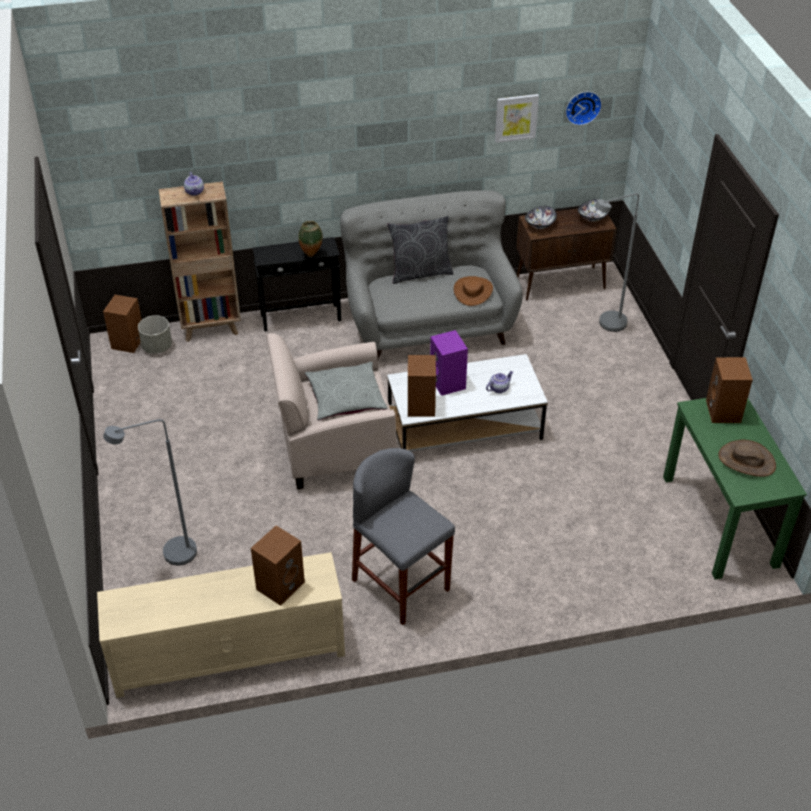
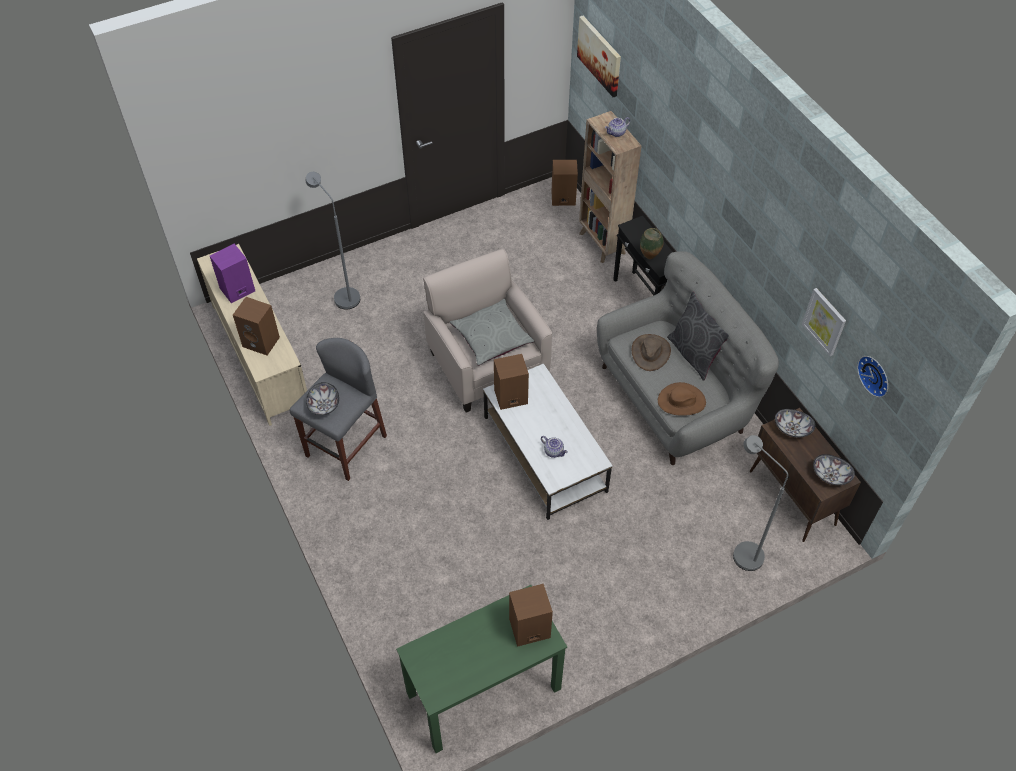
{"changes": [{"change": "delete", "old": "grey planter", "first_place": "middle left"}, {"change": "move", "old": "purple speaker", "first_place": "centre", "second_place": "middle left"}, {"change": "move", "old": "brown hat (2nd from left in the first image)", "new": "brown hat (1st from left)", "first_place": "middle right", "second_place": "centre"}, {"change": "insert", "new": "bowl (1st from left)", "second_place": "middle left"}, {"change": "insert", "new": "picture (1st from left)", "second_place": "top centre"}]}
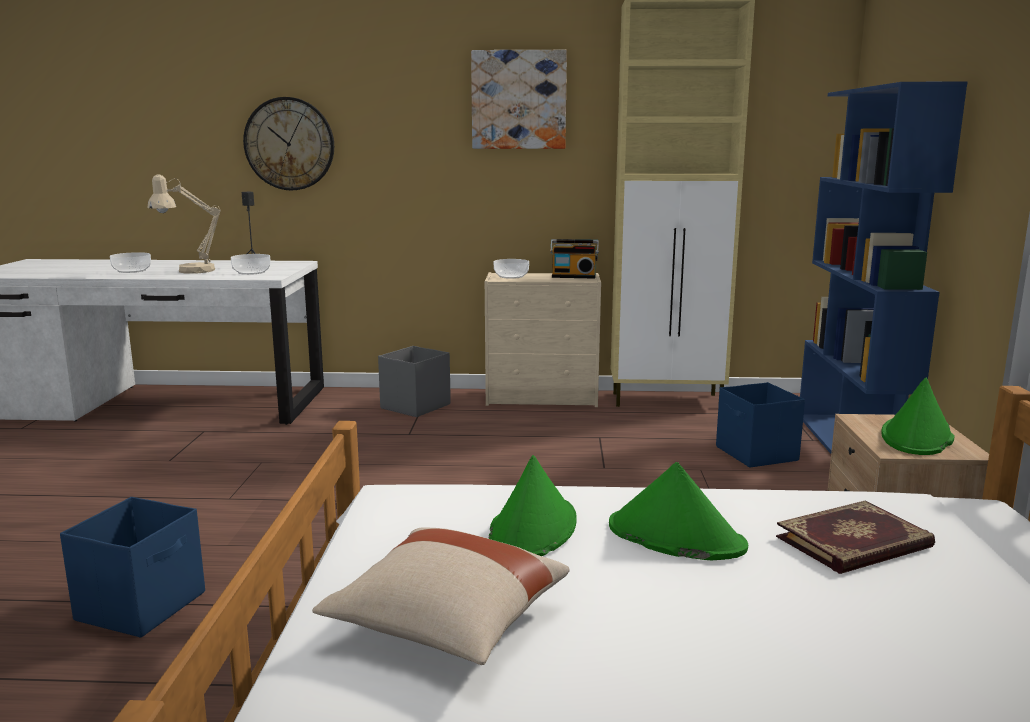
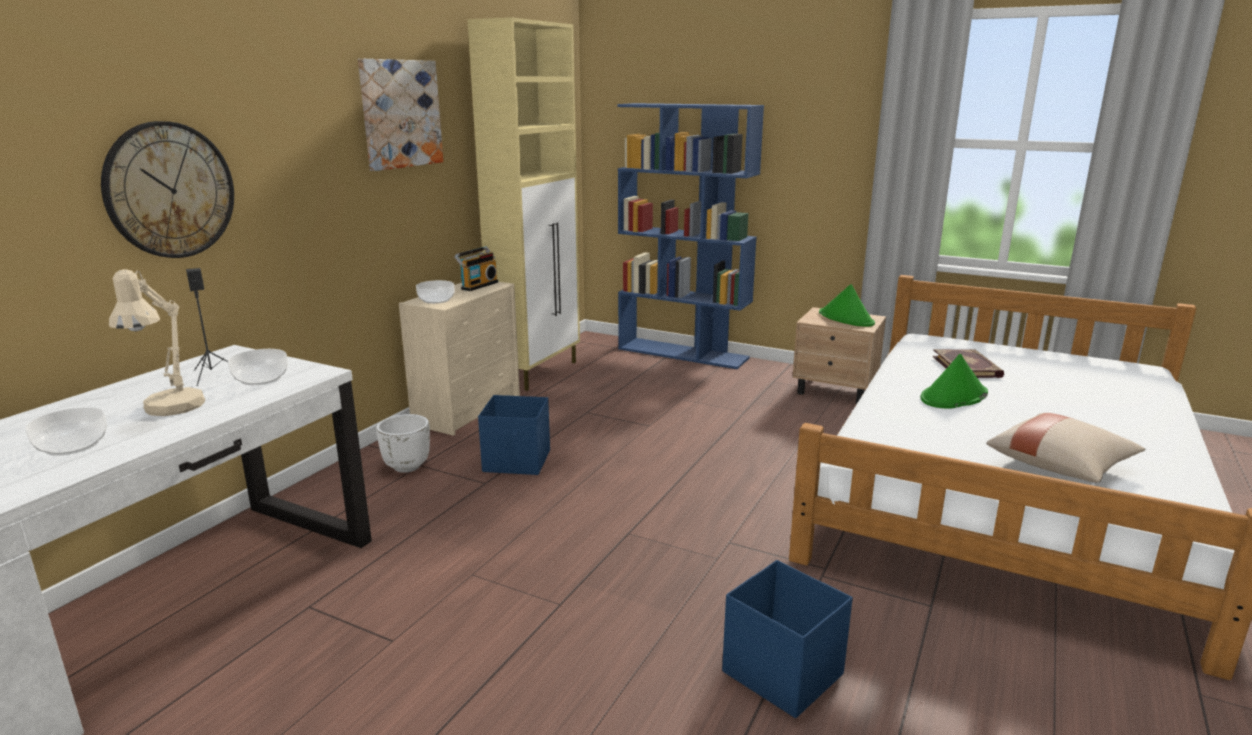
{"changes": [{"change": "replace", "old": "grey storage box", "new": "white planter", "first_place": "centre", "second_place": "middle left"}, {"change": "delete", "old": "green hat (1st from left)", "first_place": "bottom centre"}, {"change": "move", "old": "blue storage box (2nd from left in the first image)", "new": "blue storage box (1st from left)", "first_place": "middle right", "second_place": "centre"}]}
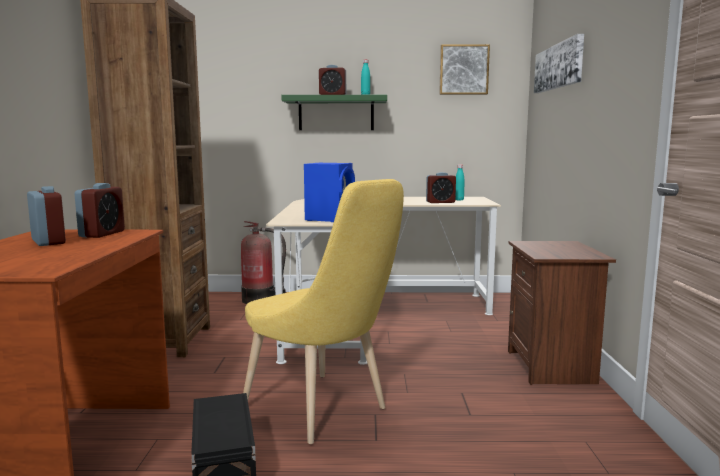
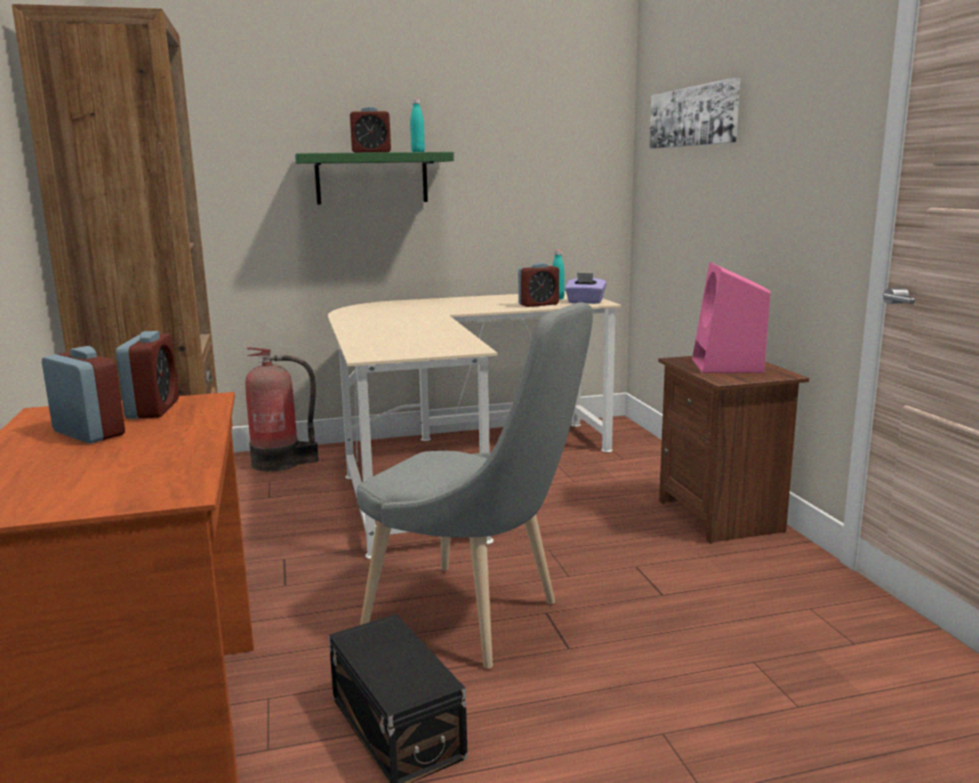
{"changes": [{"change": "recolor", "old": "yellow chair", "new": "grey chair", "first_place": "centre", "second_place": "centre"}, {"change": "delete", "old": "blue speaker", "first_place": "centre"}, {"change": "delete", "old": "picture (1st from left)", "first_place": "top centre"}, {"change": "insert", "new": "purple tissue box", "second_place": "centre"}, {"change": "insert", "new": "pink speaker", "second_place": "middle right"}]}
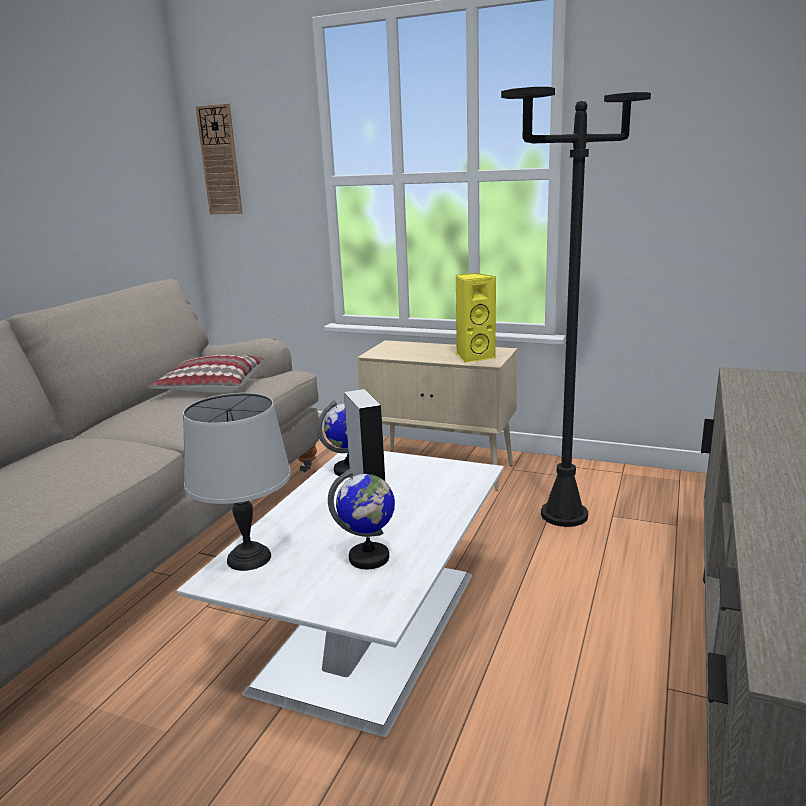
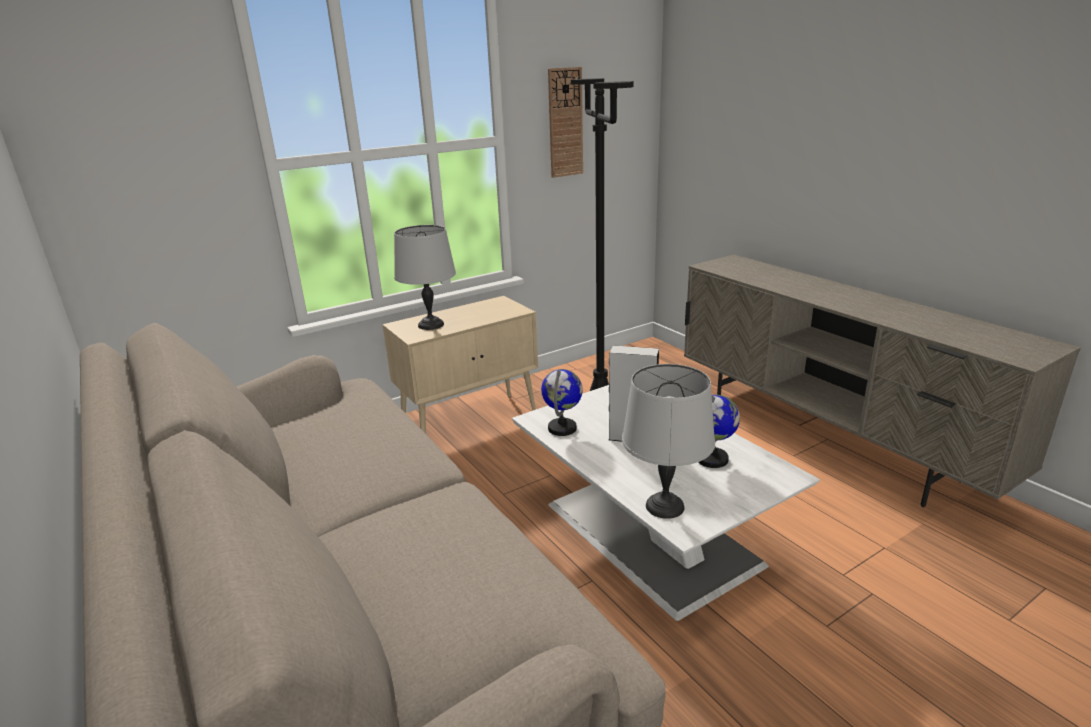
{"changes": [{"change": "delete", "old": "pillow", "first_place": "middle left"}, {"change": "move", "old": "wall clock", "first_place": "top left", "second_place": "top centre"}, {"change": "delete", "old": "yellow speaker", "first_place": "centre"}, {"change": "insert", "new": "grey table lamp (1st from left)", "second_place": "centre"}]}
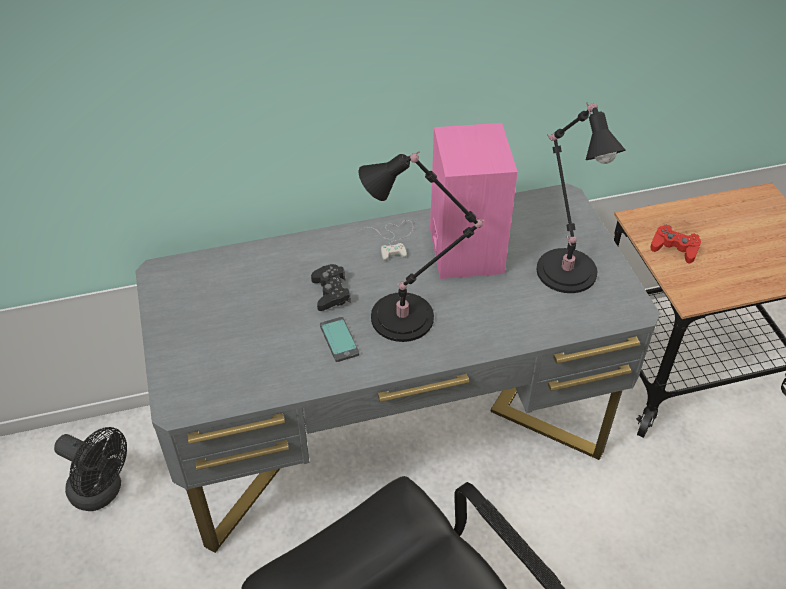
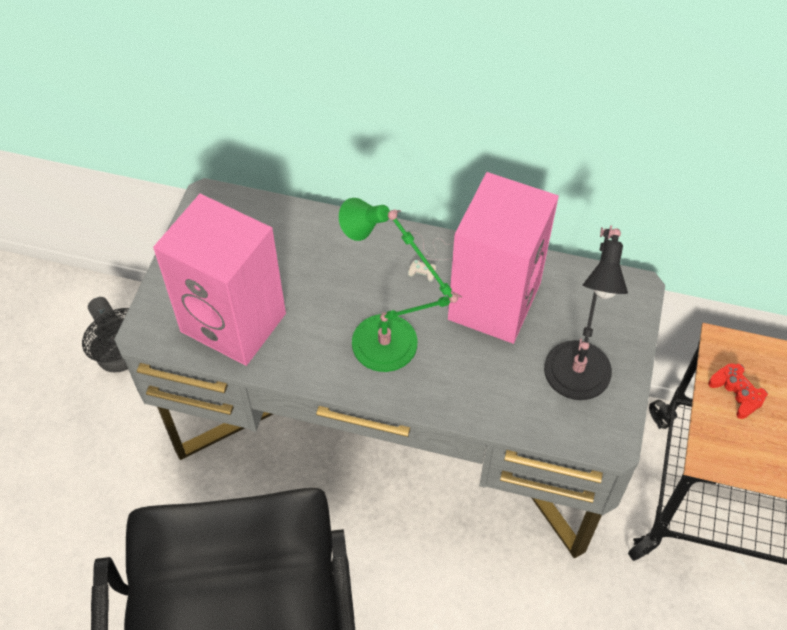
{"changes": [{"change": "delete", "old": "black game controller", "first_place": "centre"}, {"change": "delete", "old": "phone", "first_place": "centre"}, {"change": "recolor", "old": "black table lamp (1st from left)", "new": "green table lamp", "first_place": "centre", "second_place": "centre"}, {"change": "insert", "new": "pink speaker (1st from left)", "second_place": "middle left"}]}
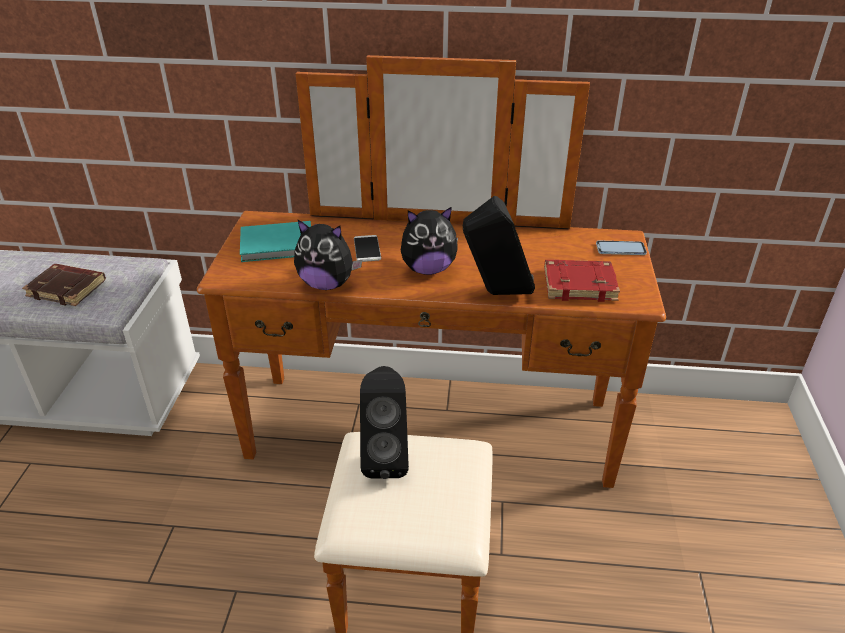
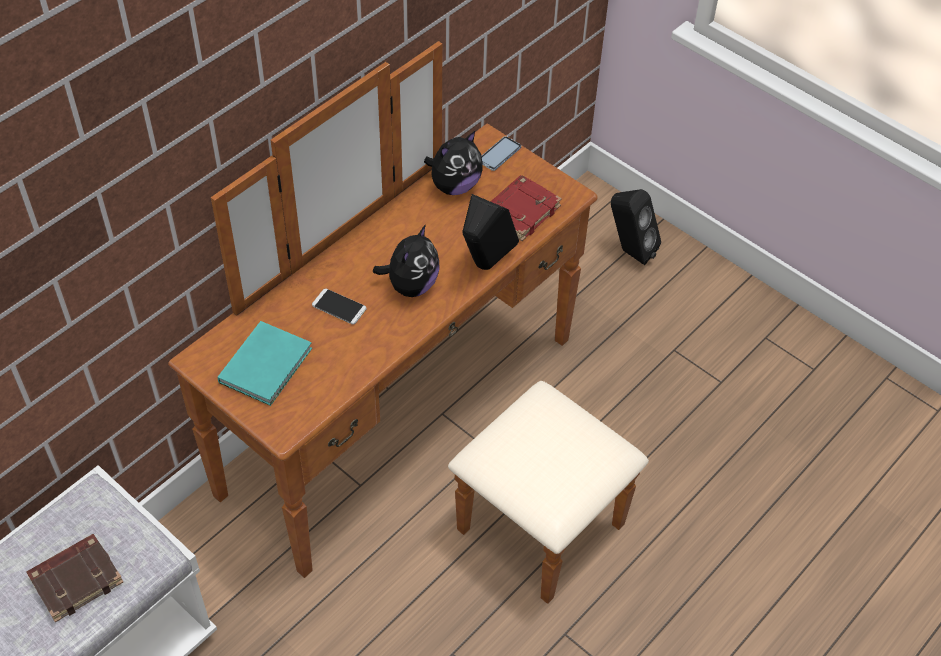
{"changes": [{"change": "move", "old": "plush toy (1st from left in the first image)", "new": "plush toy (2nd from left)", "first_place": "centre", "second_place": "top centre"}, {"change": "move", "old": "black speaker (1st from left in the first image)", "new": "black speaker (2nd from left)", "first_place": "bottom centre", "second_place": "middle right"}]}
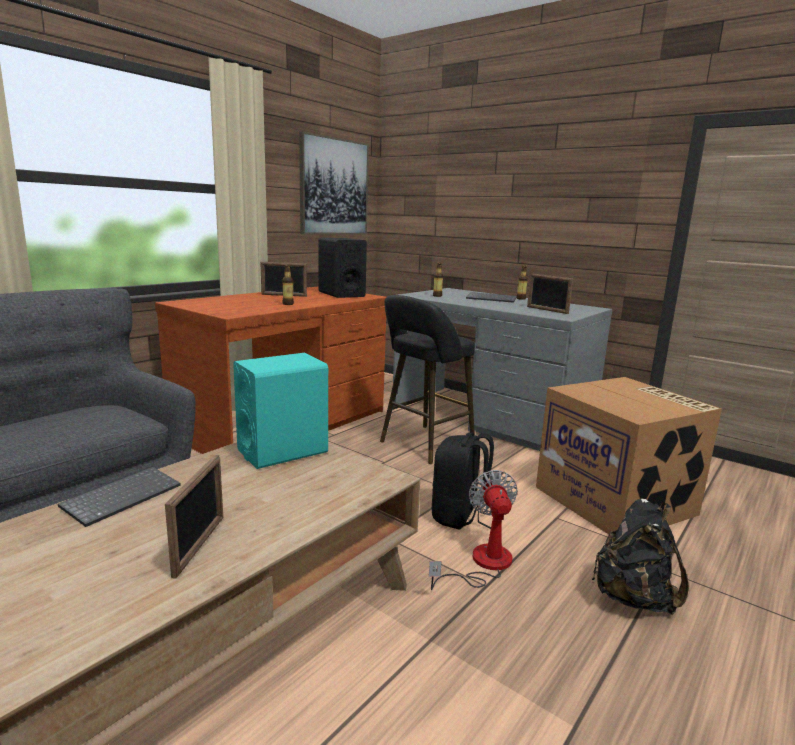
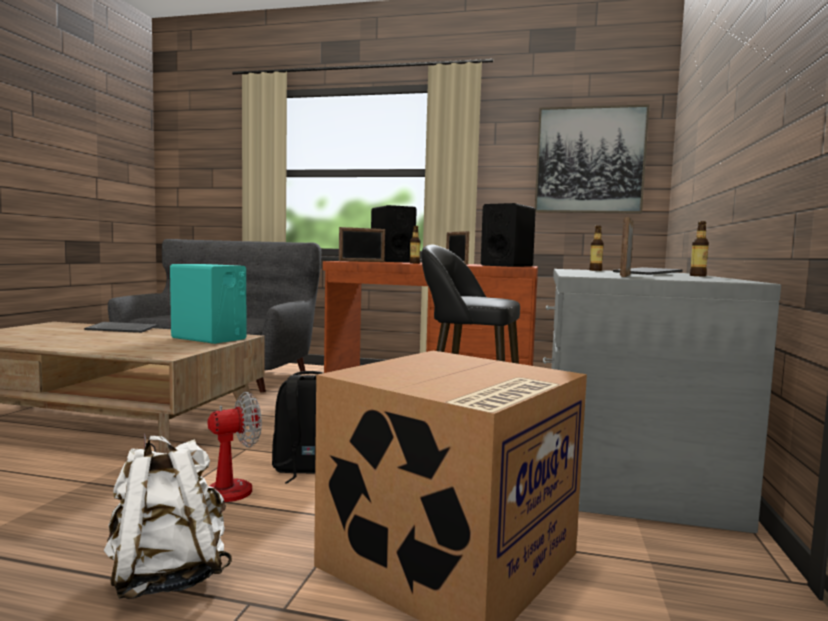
{"changes": [{"change": "move", "old": "picture frame (1st from left)", "first_place": "bottom left", "second_place": "centre"}, {"change": "recolor", "old": "black backpack (2nd from left)", "new": "white backpack", "first_place": "bottom right", "second_place": "bottom left"}, {"change": "insert", "new": "black speaker (1st from left)", "second_place": "centre"}]}
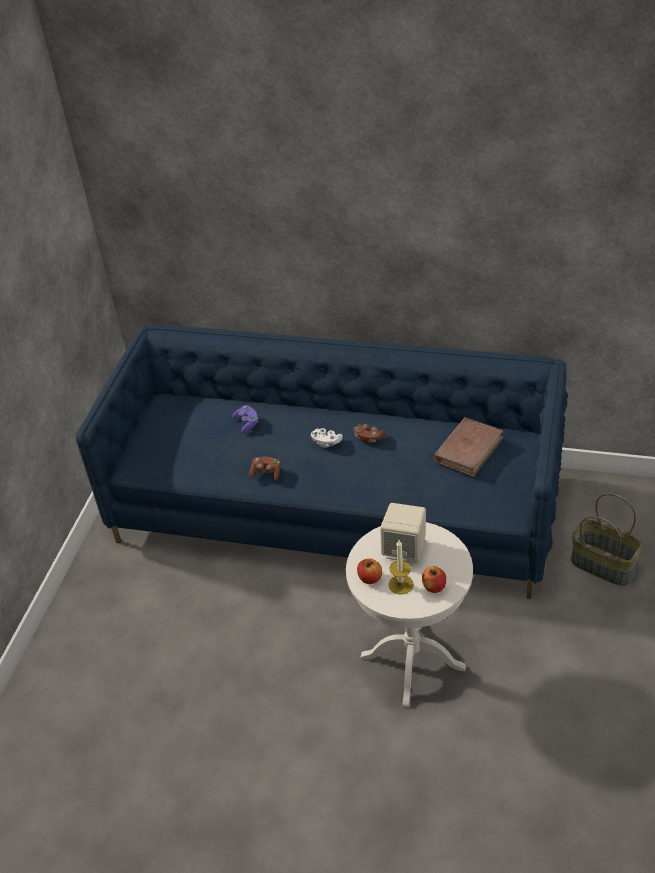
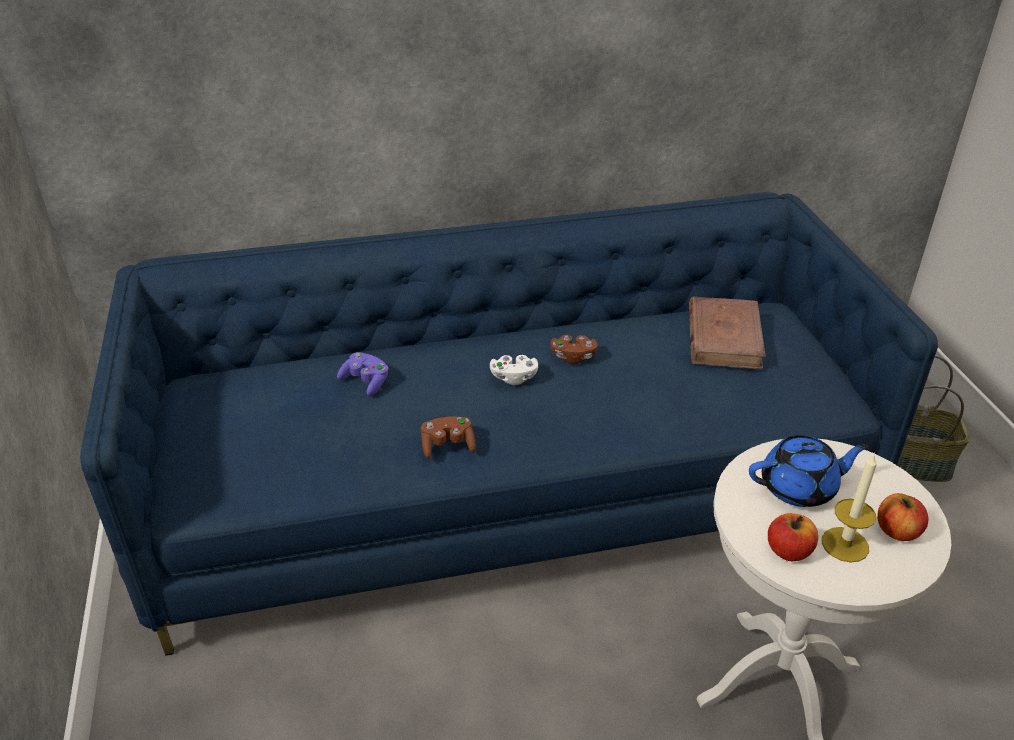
{"changes": [{"change": "replace", "old": "beige speaker", "new": "blue teapot", "first_place": "centre", "second_place": "middle right"}]}
